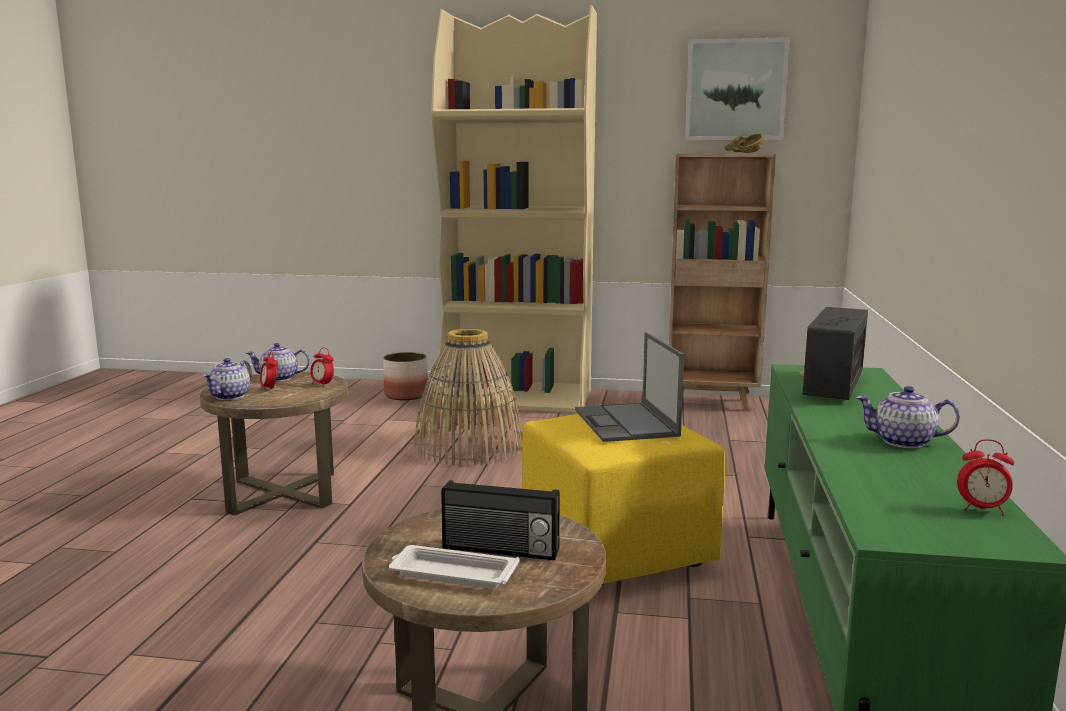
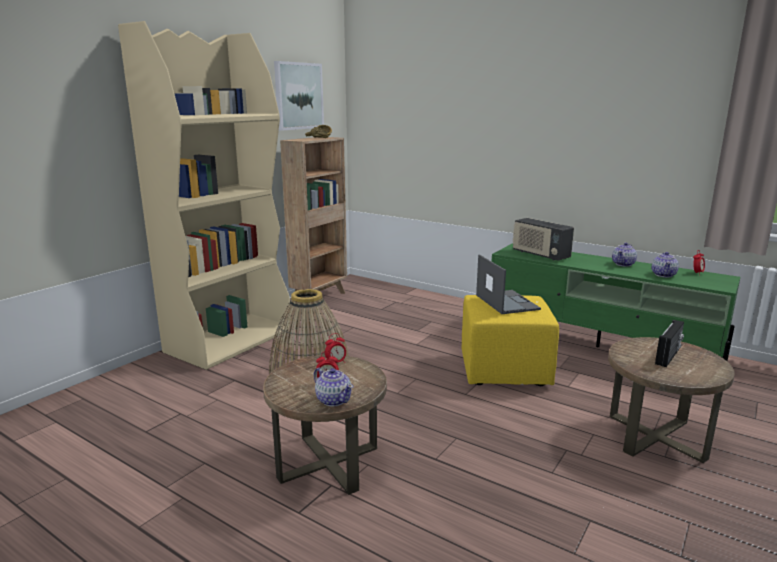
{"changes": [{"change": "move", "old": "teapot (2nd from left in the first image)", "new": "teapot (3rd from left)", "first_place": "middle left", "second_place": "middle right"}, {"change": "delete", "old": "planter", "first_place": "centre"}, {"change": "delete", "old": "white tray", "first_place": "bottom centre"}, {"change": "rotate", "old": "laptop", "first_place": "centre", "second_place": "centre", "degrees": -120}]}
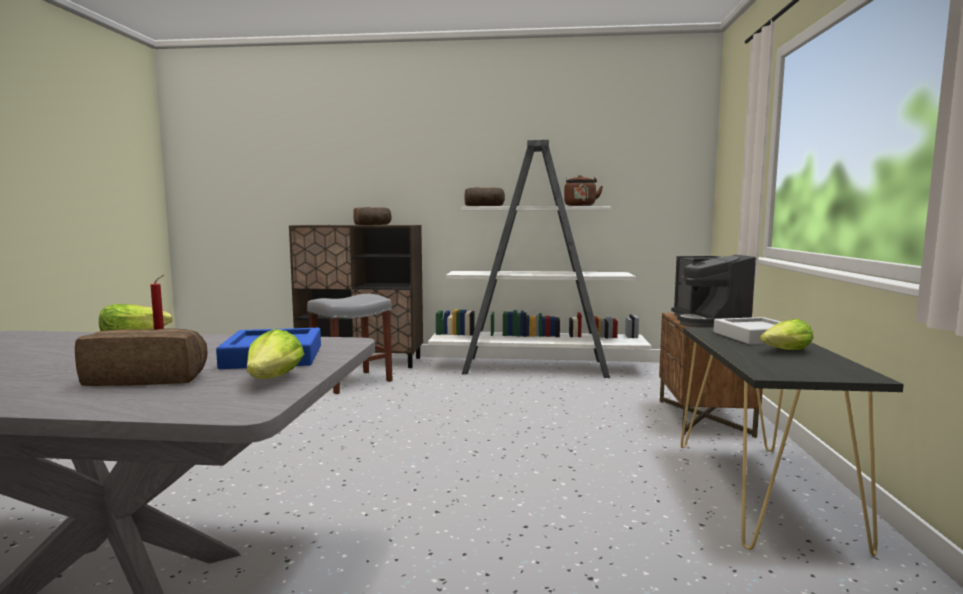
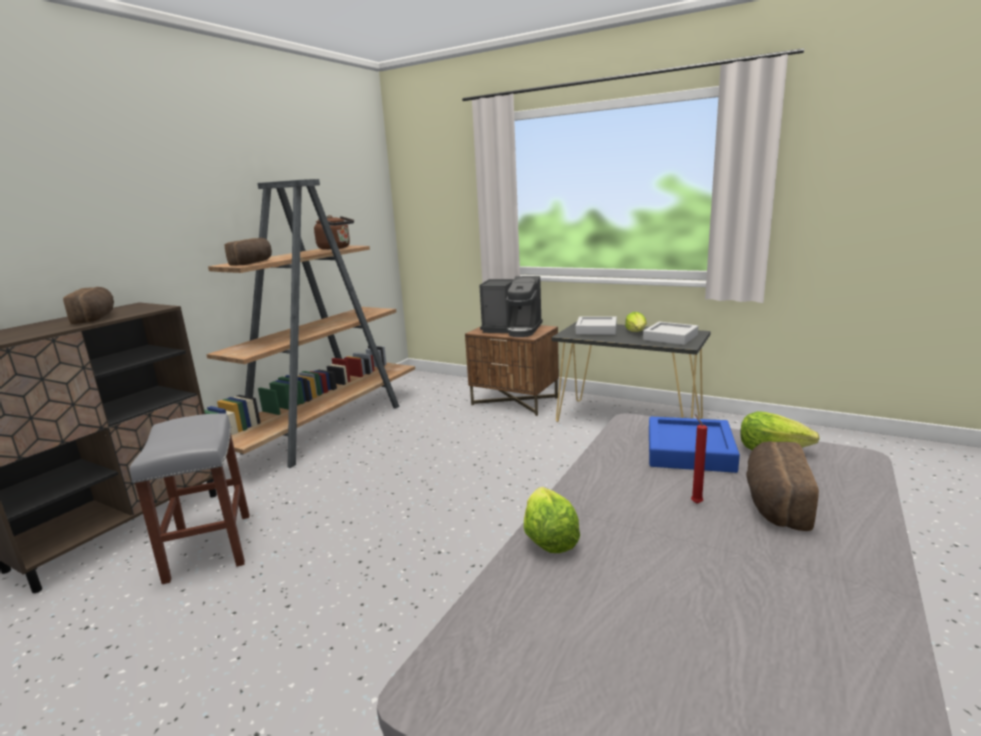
{"changes": [{"change": "recolor", "old": "white bookcase", "new": "brown bookcase", "first_place": "centre", "second_place": "middle left"}, {"change": "insert", "new": "grey tray (2nd from left)", "second_place": "middle right"}]}
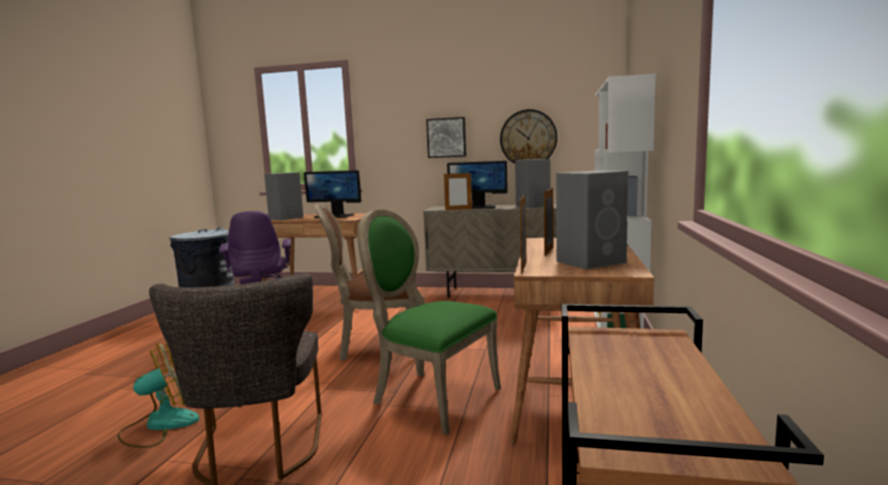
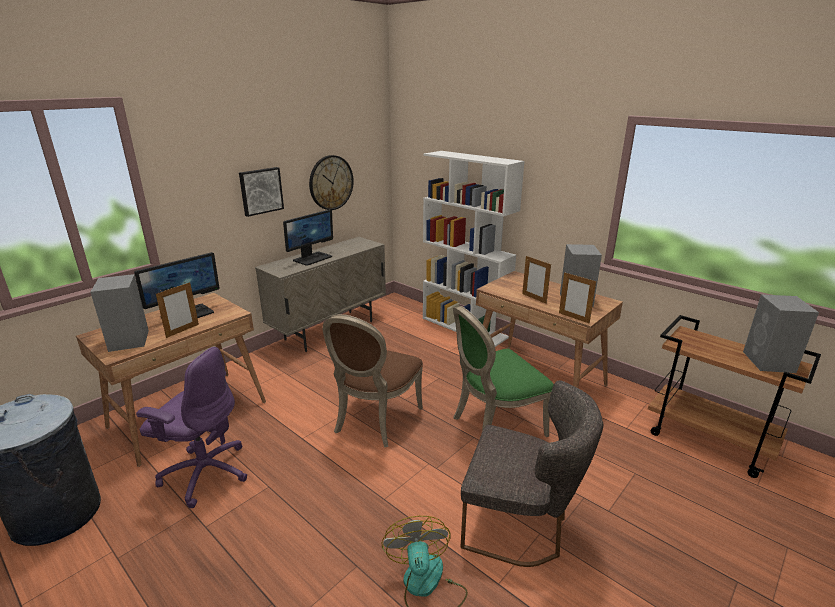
{"changes": [{"change": "move", "old": "picture frame (1st from left)", "first_place": "centre", "second_place": "middle left"}, {"change": "move", "old": "grey speaker (2nd from left in the first image)", "new": "grey speaker (3rd from left)", "first_place": "centre", "second_place": "middle right"}]}
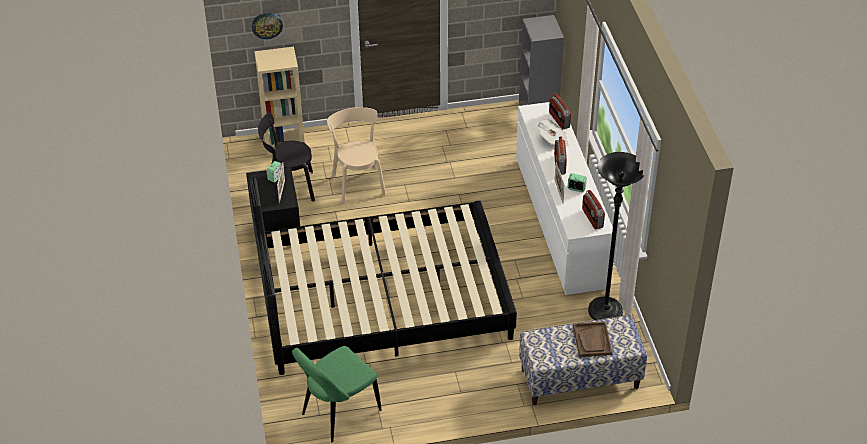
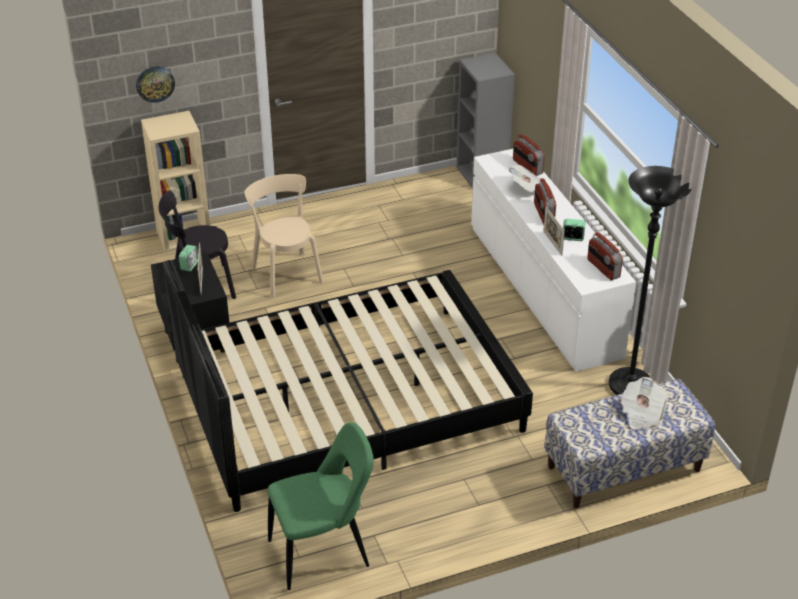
{"changes": [{"change": "rotate", "old": "green chair", "first_place": "bottom centre", "second_place": "bottom centre", "degrees": -150}, {"change": "replace", "old": "brown tray", "new": "newspaper (2nd from left)", "first_place": "bottom right", "second_place": "bottom right"}]}
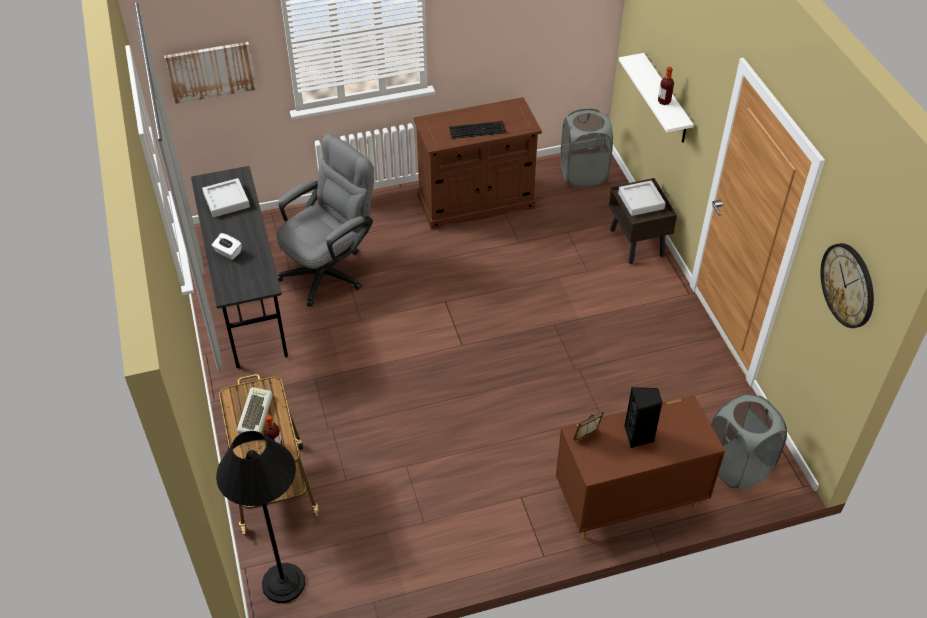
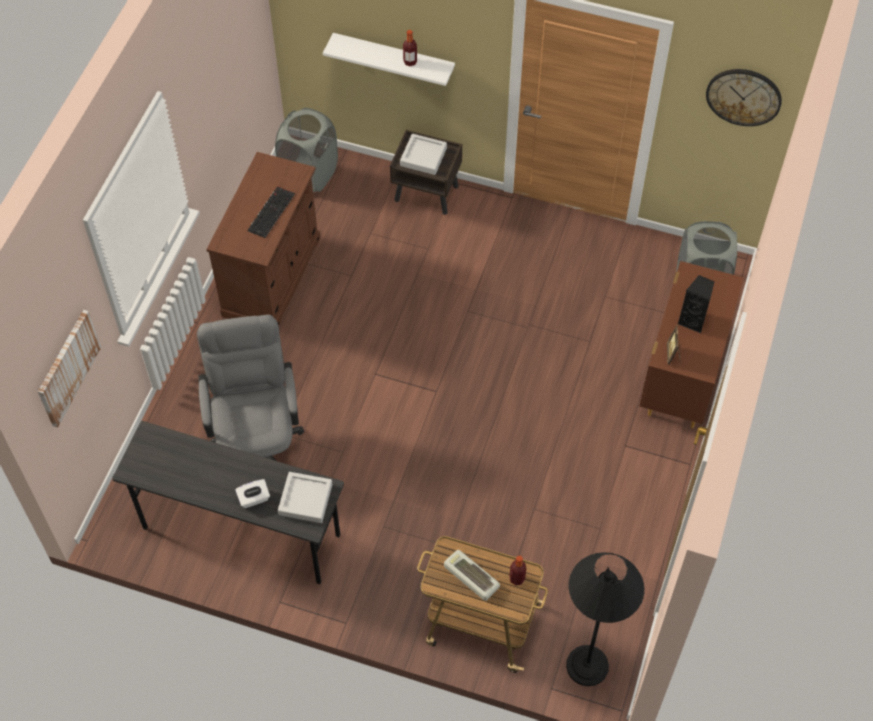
{"changes": [{"change": "move", "old": "grey tray (1st from left)", "first_place": "top left", "second_place": "bottom centre"}]}
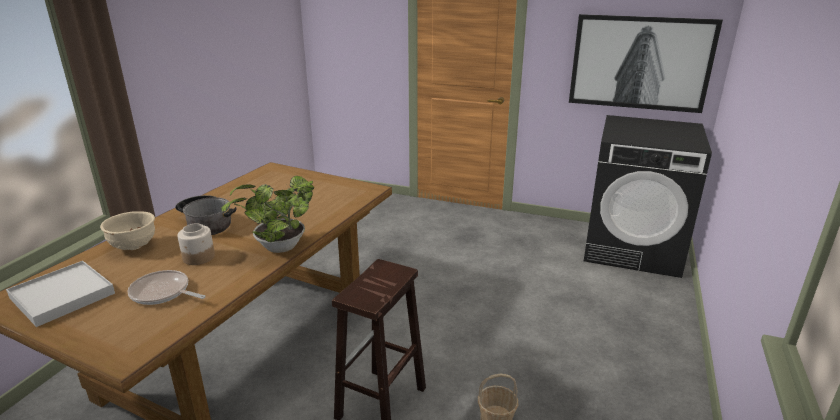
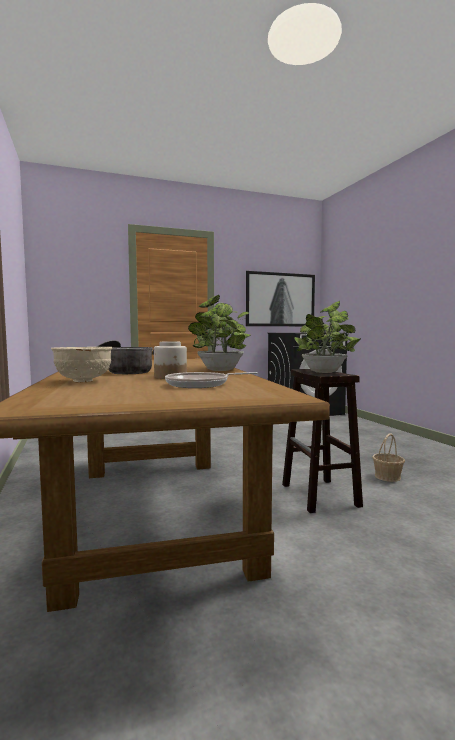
{"changes": [{"change": "delete", "old": "white tray", "first_place": "bottom left"}, {"change": "insert", "new": "potted plant (2nd from left)", "second_place": "middle right"}]}
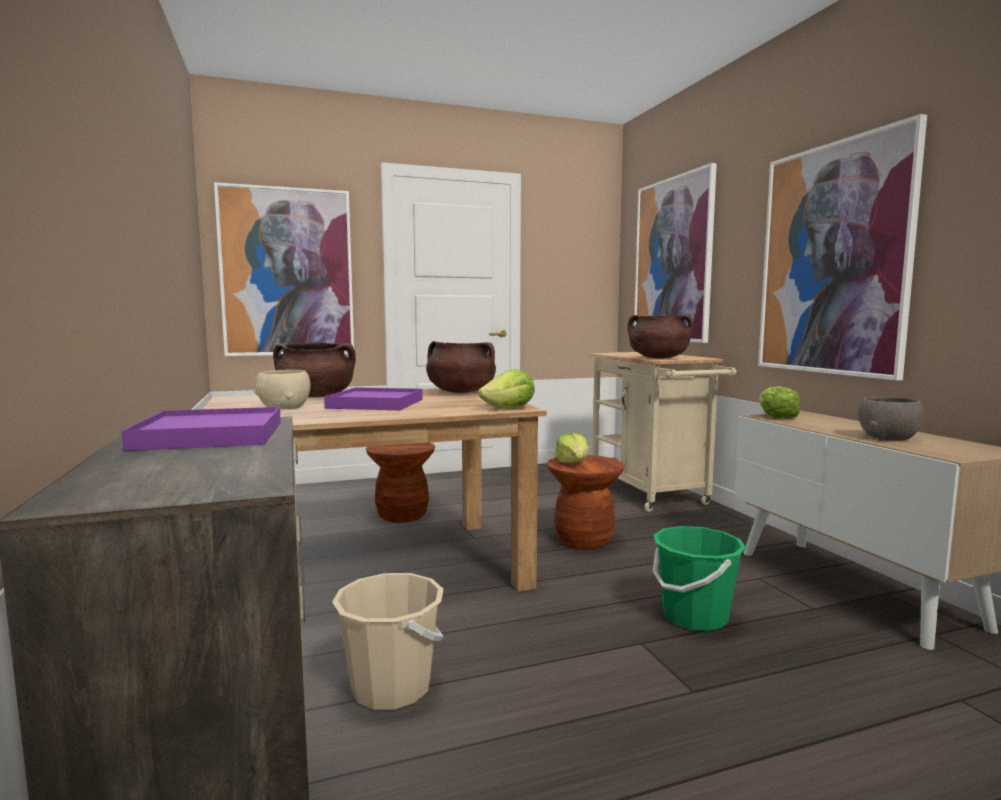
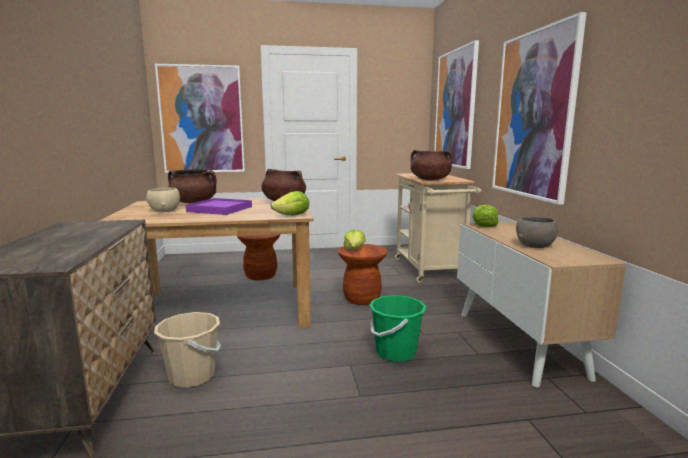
{"changes": [{"change": "delete", "old": "purple tray (1st from left)", "first_place": "middle left"}]}
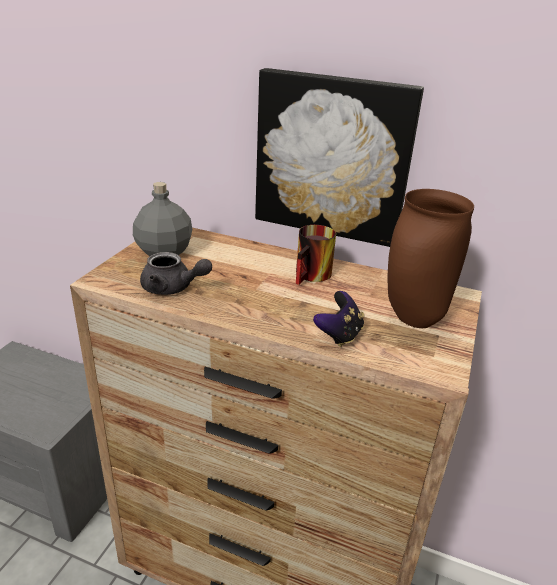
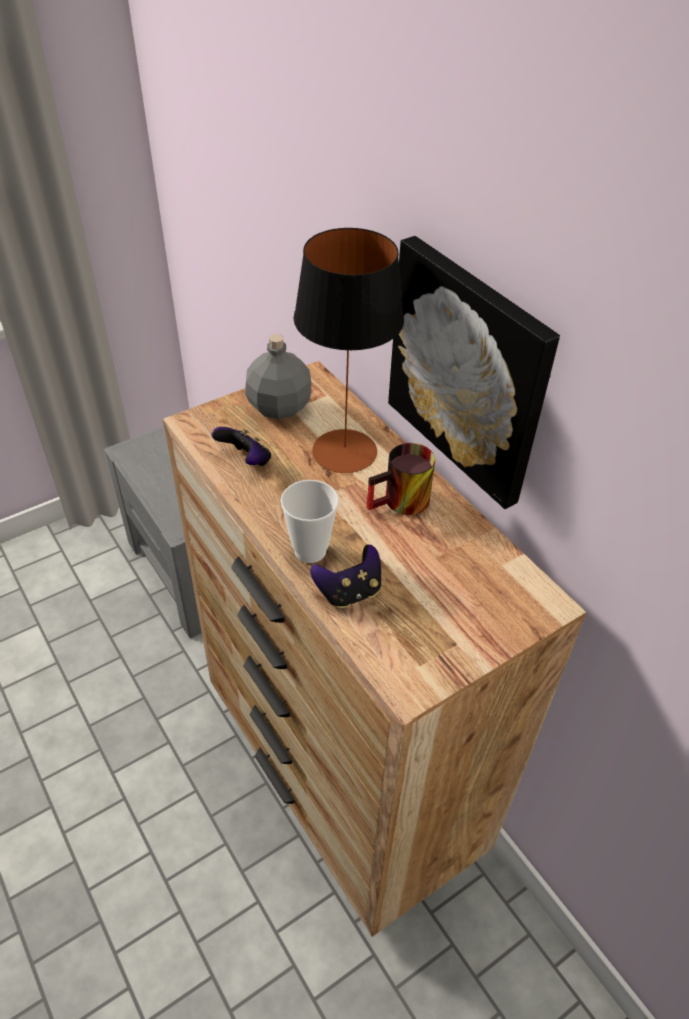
{"changes": [{"change": "replace", "old": "grey teapot", "new": "game controller (1st from left)", "first_place": "middle left", "second_place": "centre"}, {"change": "delete", "old": "brown vase", "first_place": "middle right"}, {"change": "insert", "new": "cup", "second_place": "centre"}, {"change": "insert", "new": "table lamp", "second_place": "centre"}]}
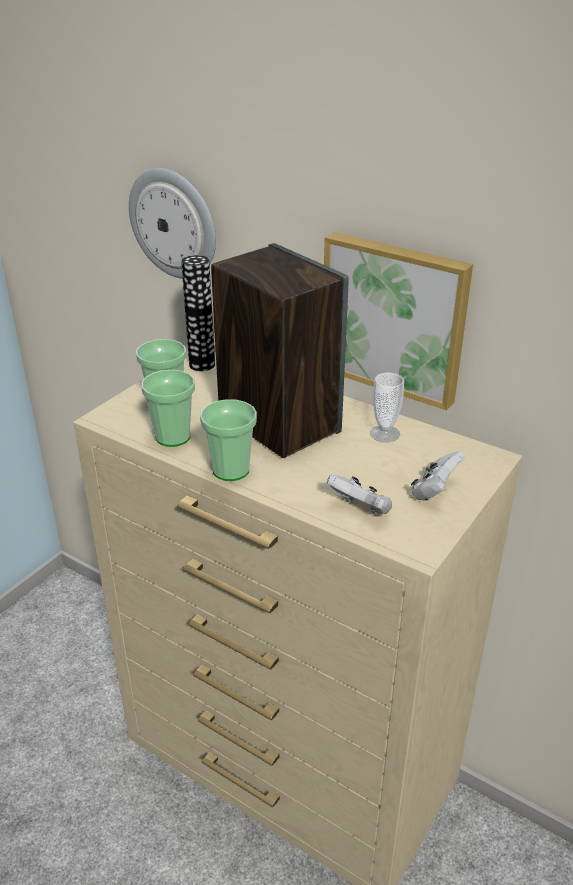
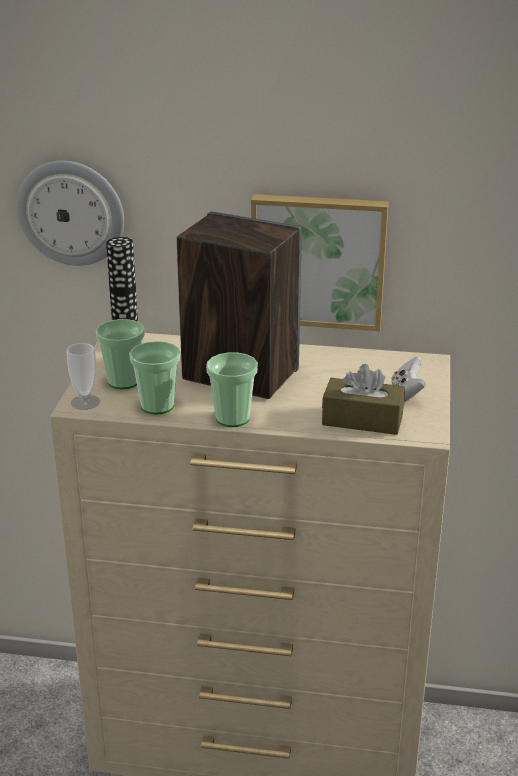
{"changes": [{"change": "replace", "old": "white game controller (1st from left)", "new": "brown tissue box", "first_place": "centre", "second_place": "middle right"}, {"change": "move", "old": "cup (4th from left in the first image)", "new": "cup (1st from left)", "first_place": "middle right", "second_place": "middle left"}]}
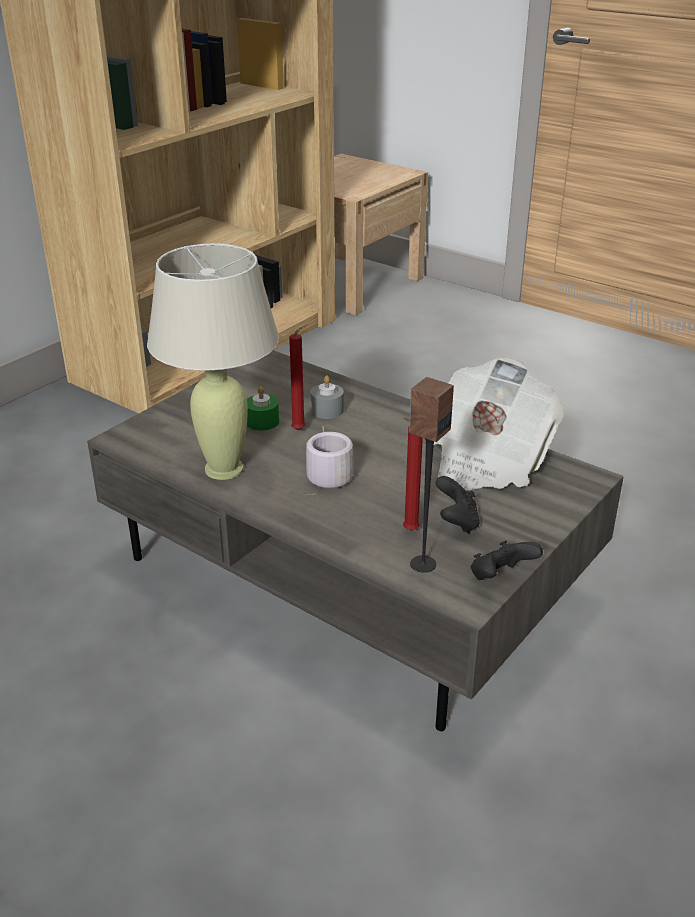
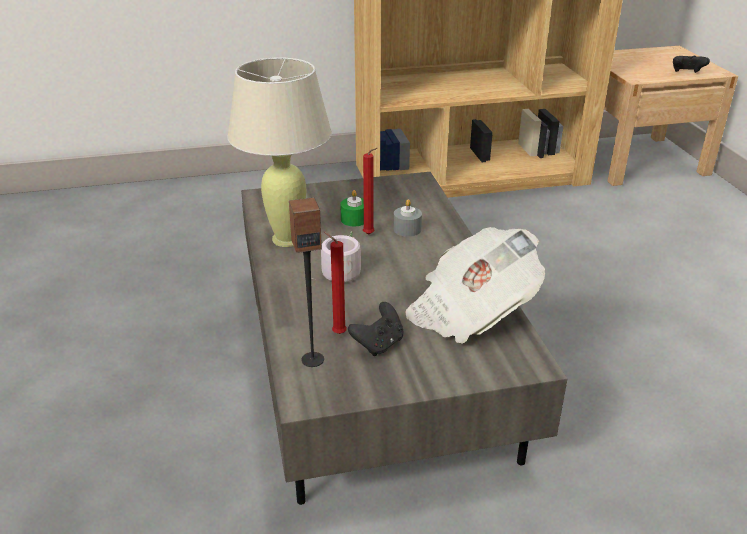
{"changes": [{"change": "move", "old": "black game controller (2nd from left)", "first_place": "middle right", "second_place": "top right"}]}
